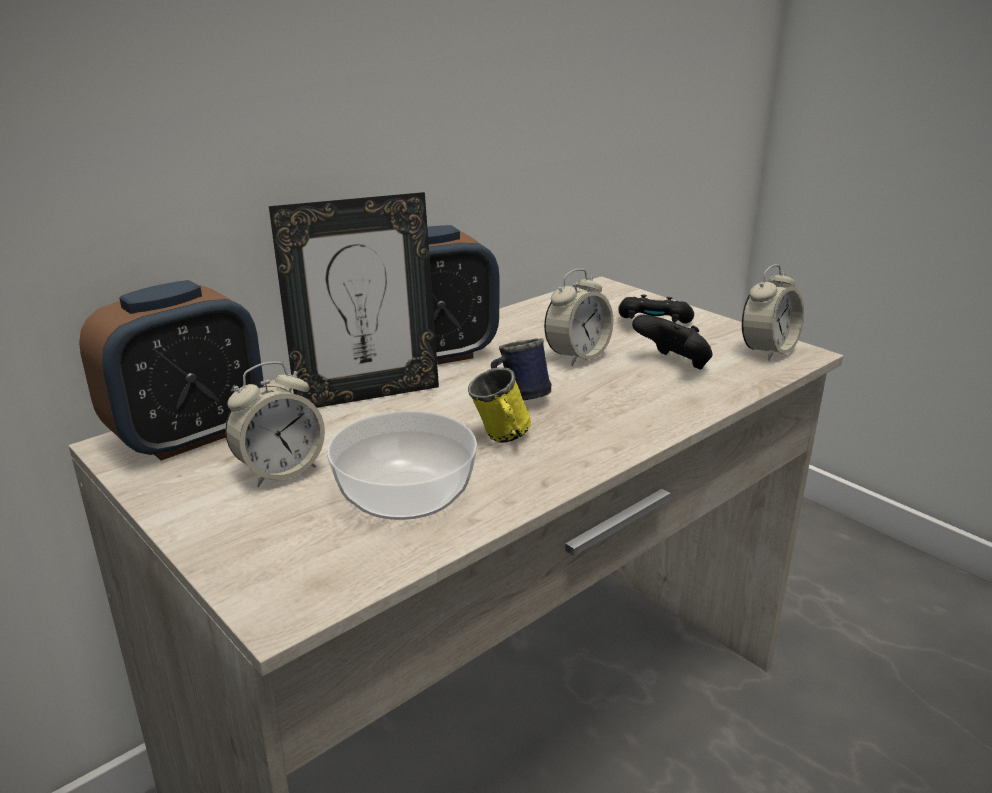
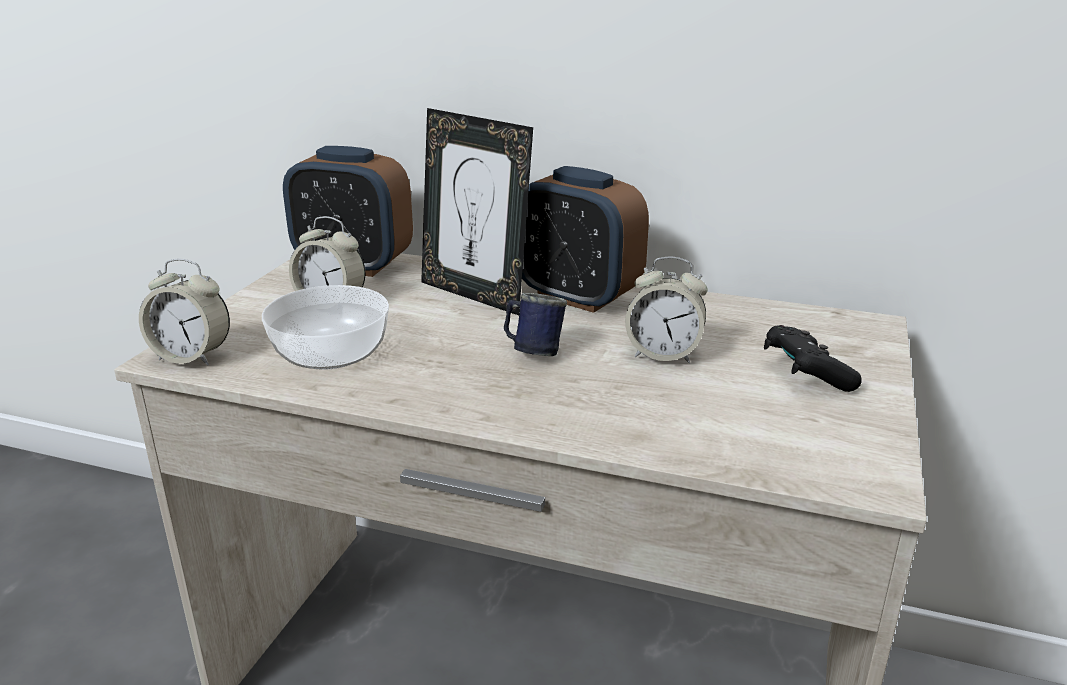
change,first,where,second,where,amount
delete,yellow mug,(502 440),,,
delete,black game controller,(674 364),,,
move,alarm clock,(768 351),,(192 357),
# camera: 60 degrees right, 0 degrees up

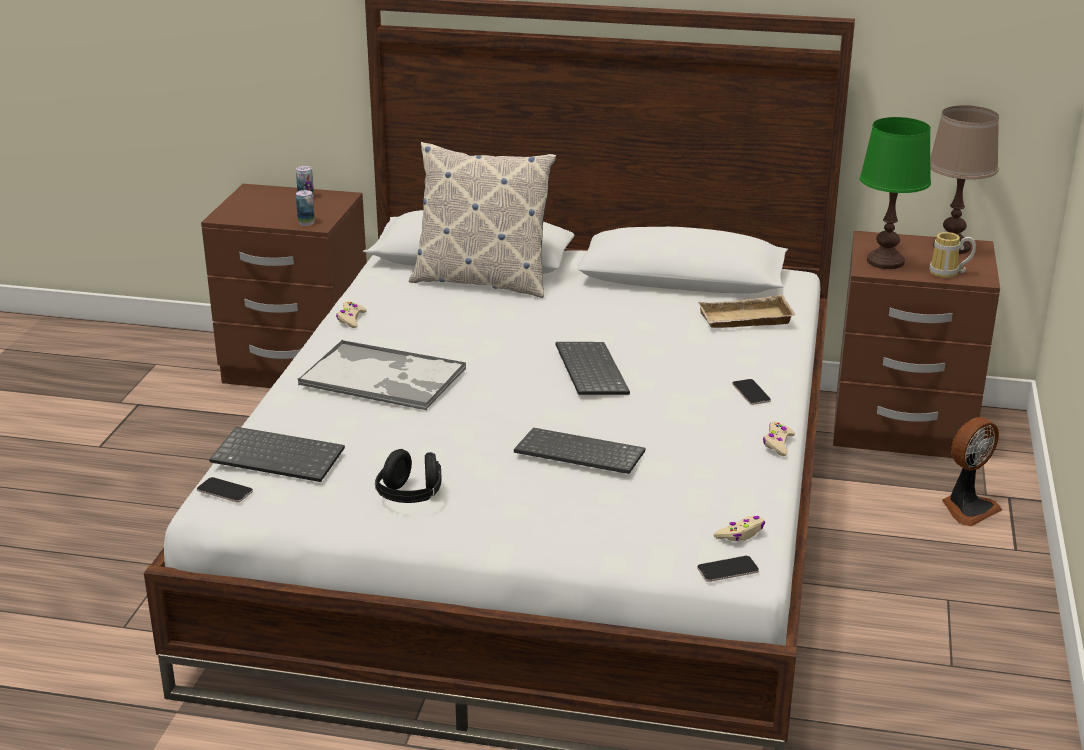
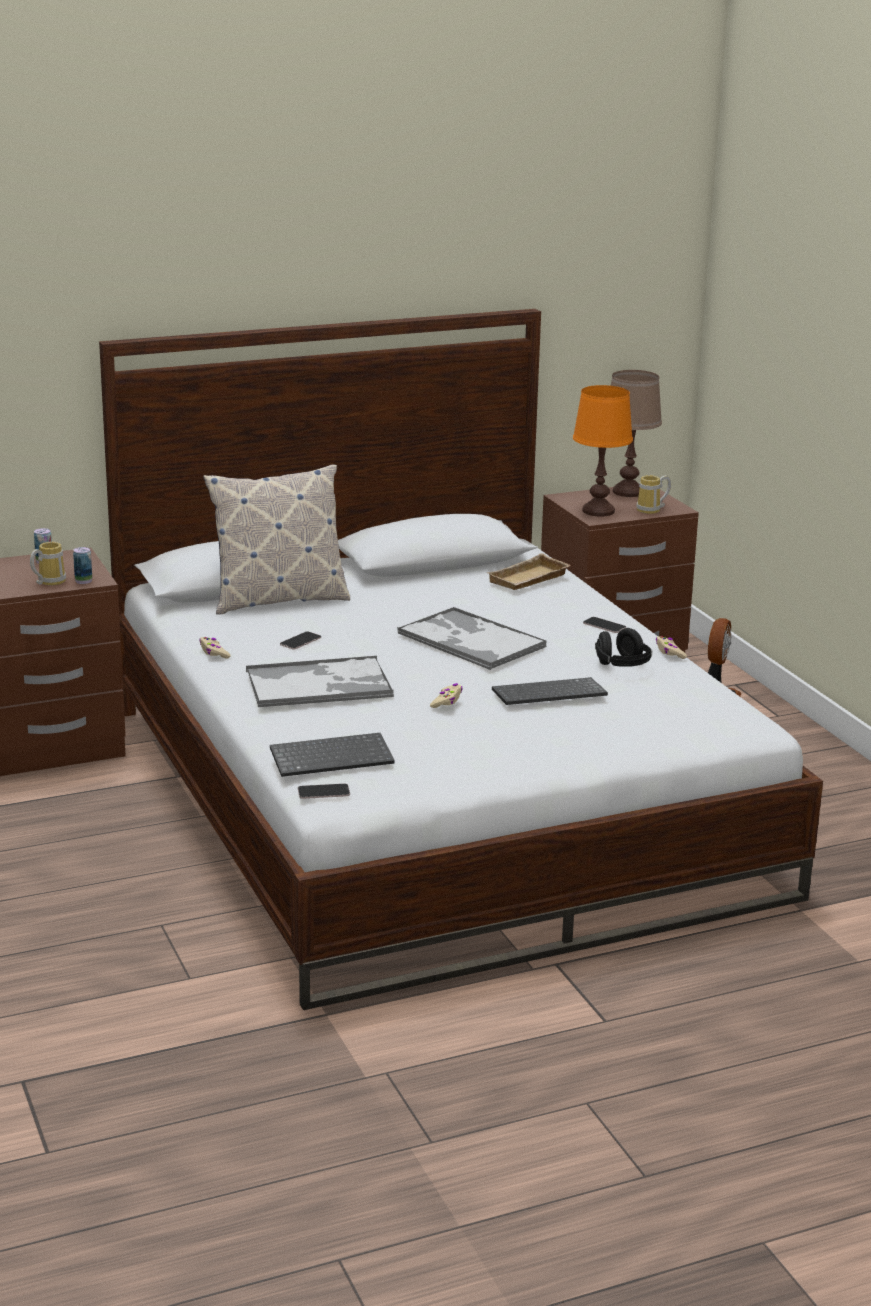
change,first,where,second,where,amount
insert,,,mug,(48 582),
move,black headphones,(410 497),,(622 666),
move,phone,(727 570),,(300 641),
move,beige game controller,(741 534),,(447 701),
replace,keyboard,(589 370),tray,(470 640),
recolor,green table lamp,(885 261),orange table lamp,(598 511),
# camera: 35 degrees left, 5 degrees down

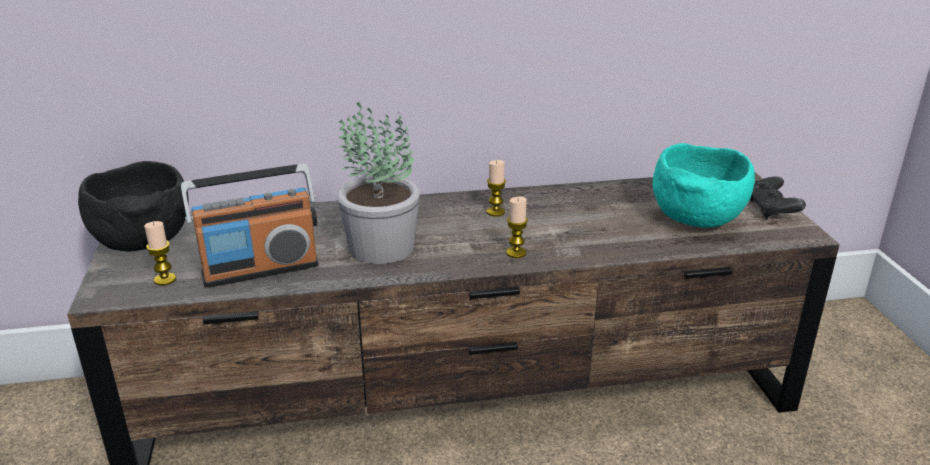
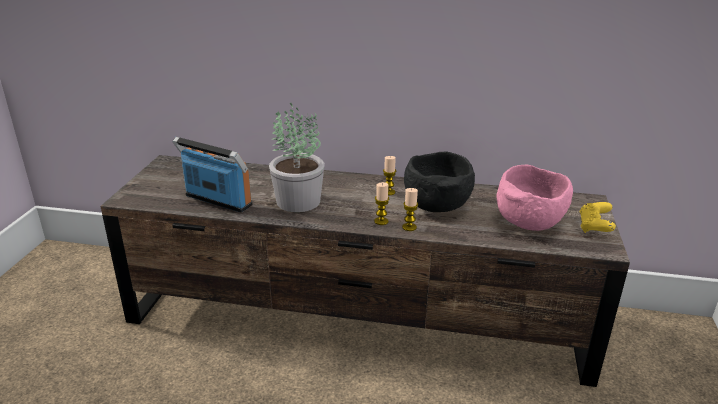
change,first,where,second,where,amount
move,black bowl,(143 241),,(436 206),
move,candle,(165 279),,(409 227),
recolor,turquoise bowl,(696 219),pink bowl,(529 223),
recolor,black game controller,(771 210),yellow game controller,(594 227),
rotate,radio,(260 269),,(217 201),150 degrees counterclockwise
# camera: 20 degrees right, 0 degrees up

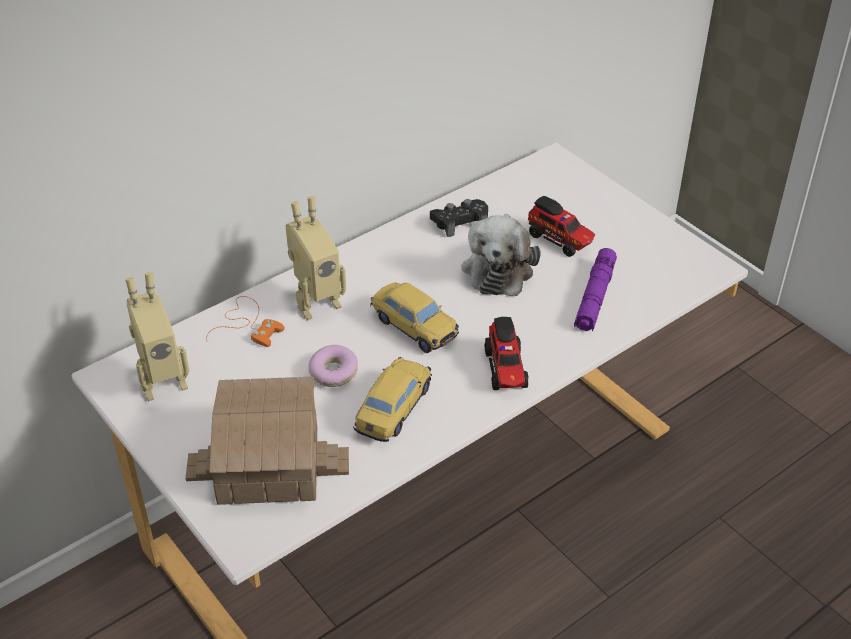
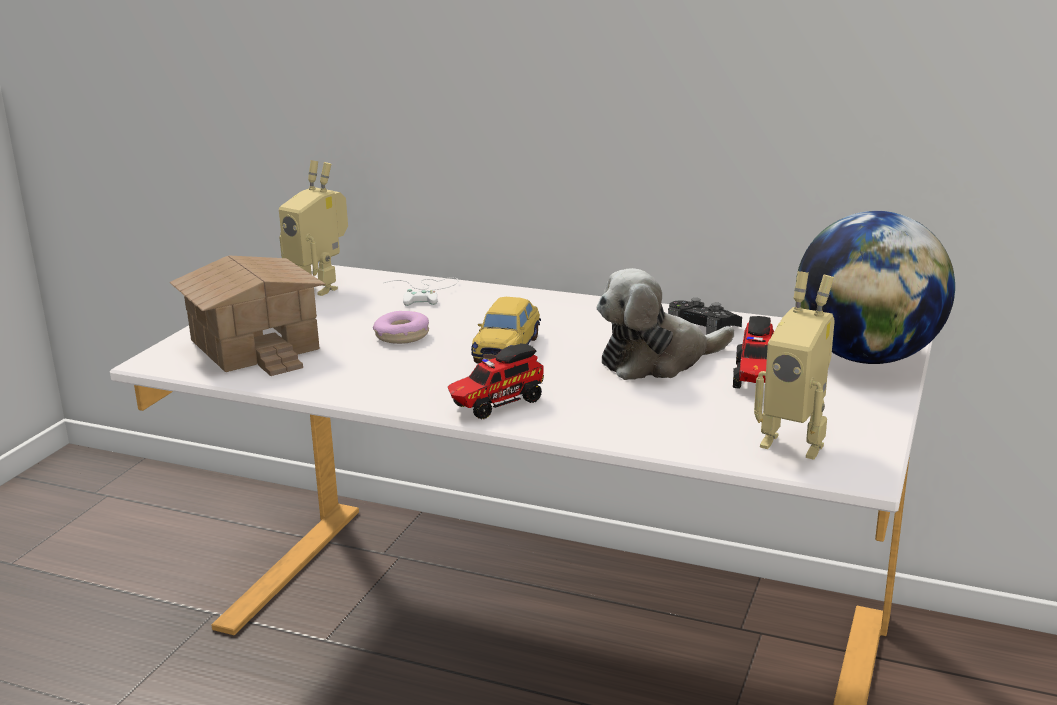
change,first,where,second,where,amount
delete,toy car,(393 409),,,
delete,purple flashlight,(594 297),,,
insert,,,globe,(866 357),
move,toy robot,(316 302),,(795 442),
recolor,orange game controller,(248 324),white game controller,(426 292),
# camera: 60 degrees right, 20 degrees down

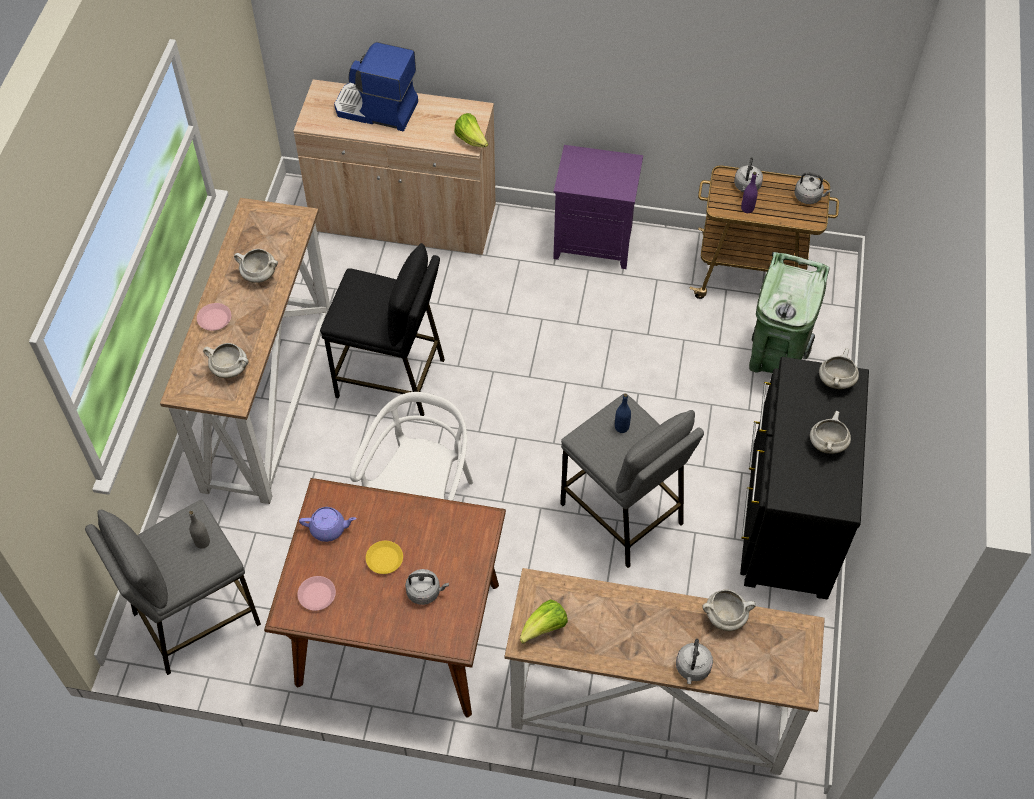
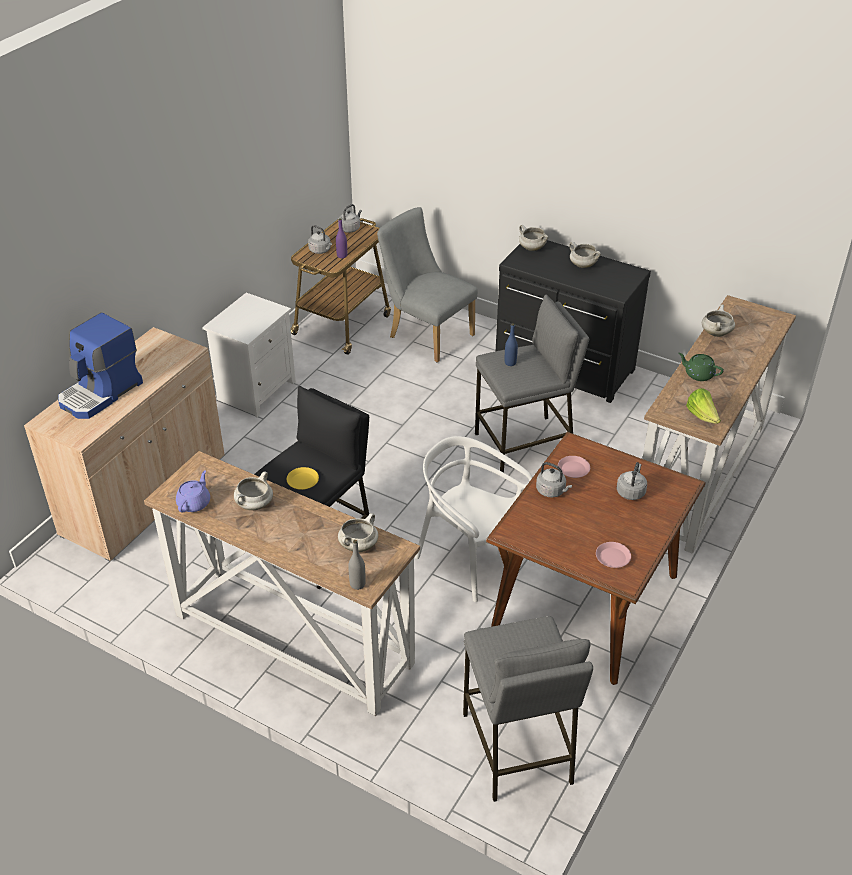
change,first,where,second,where,amount
delete,lettuce,(471 140),,,
insert,,,green teapot,(698 374),
move,grey bottle,(202 542),,(357 584),
move,pink plate,(214 319),,(573 469),
move,purple teapot,(329 529),,(194 503),
move,yellow plate,(384 559),,(302 481),
move,grey kettle,(692 669),,(552 491),
replace,green trash can,(776 359),grey chair,(426 334),
recolor,purple nightstand,(595 241),white nightstand,(256 390),
# camera: 70 degrees left, 15 degrees down

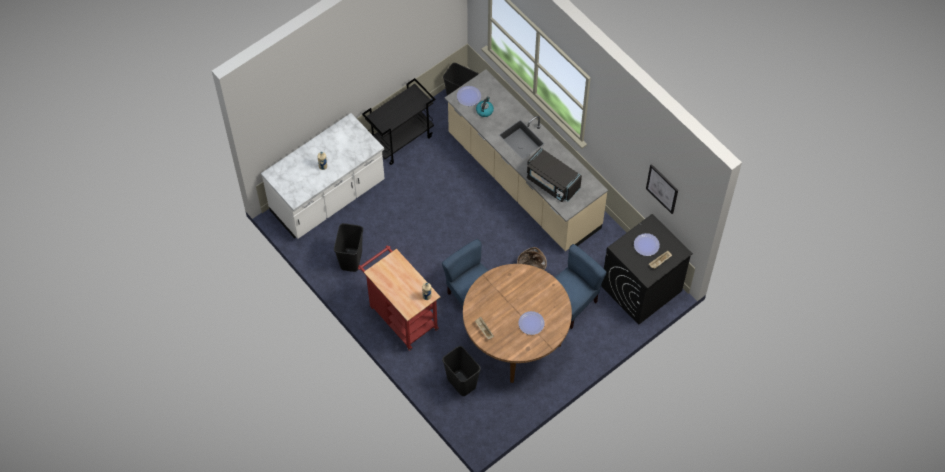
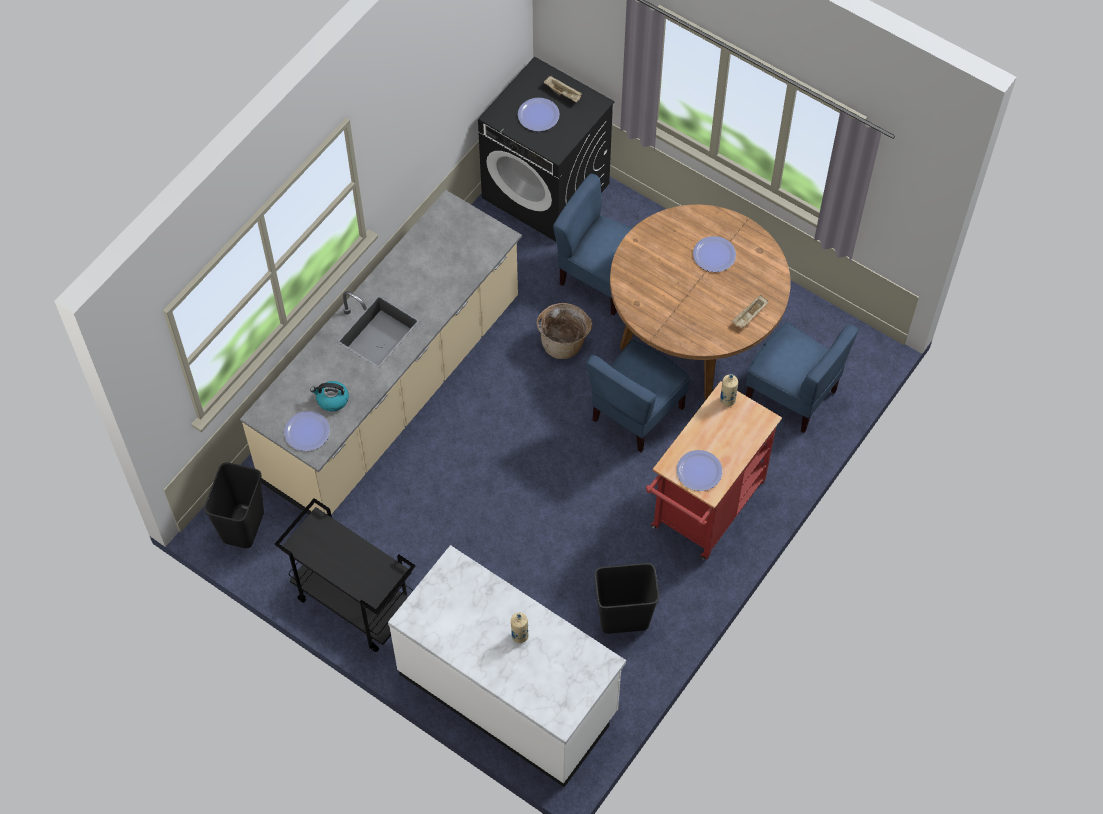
change,first,where,second,where,amount
delete,black microwave,(552 182),,,
delete,picture,(662 188),,,
insert,,,plate,(699 471),
replace,black trash can,(461 383),blue chair,(792 395),
# camera: 105 degrees left, 0 degrees up

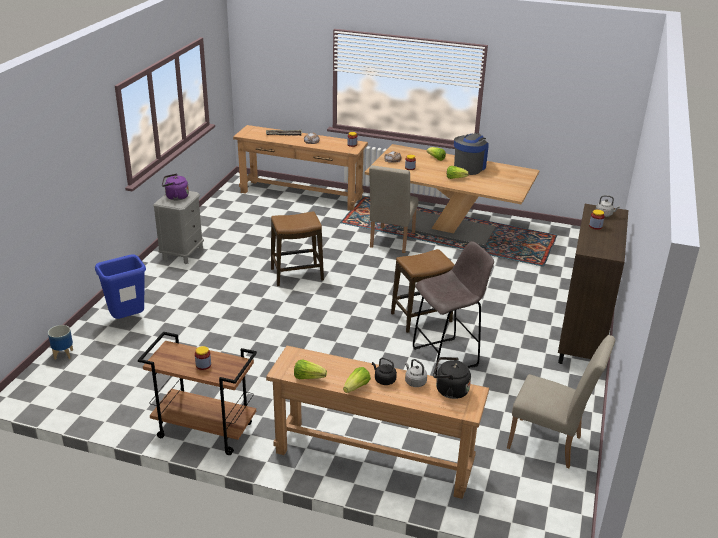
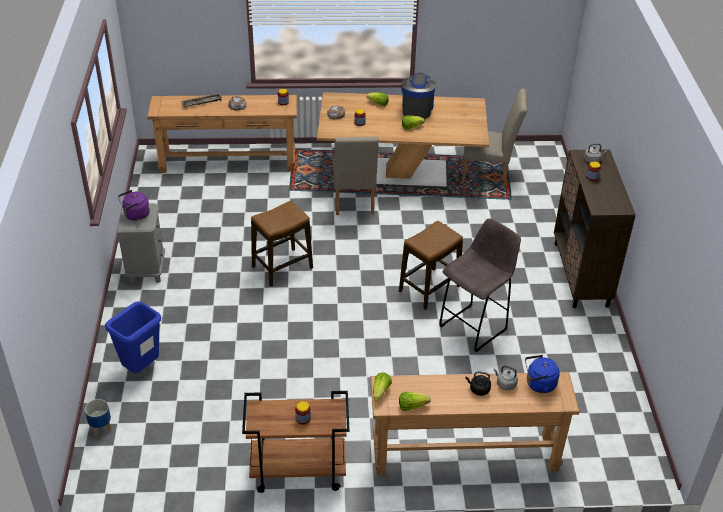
change,first,where,second,where,amount
move,lettuce,(356 387),,(380 391),
move,beige chair,(550 444),,(488 175),
recolor,black kettle,(449 390),blue kettle,(539 384),
# camera: 20 degrees left, 10 degrees up

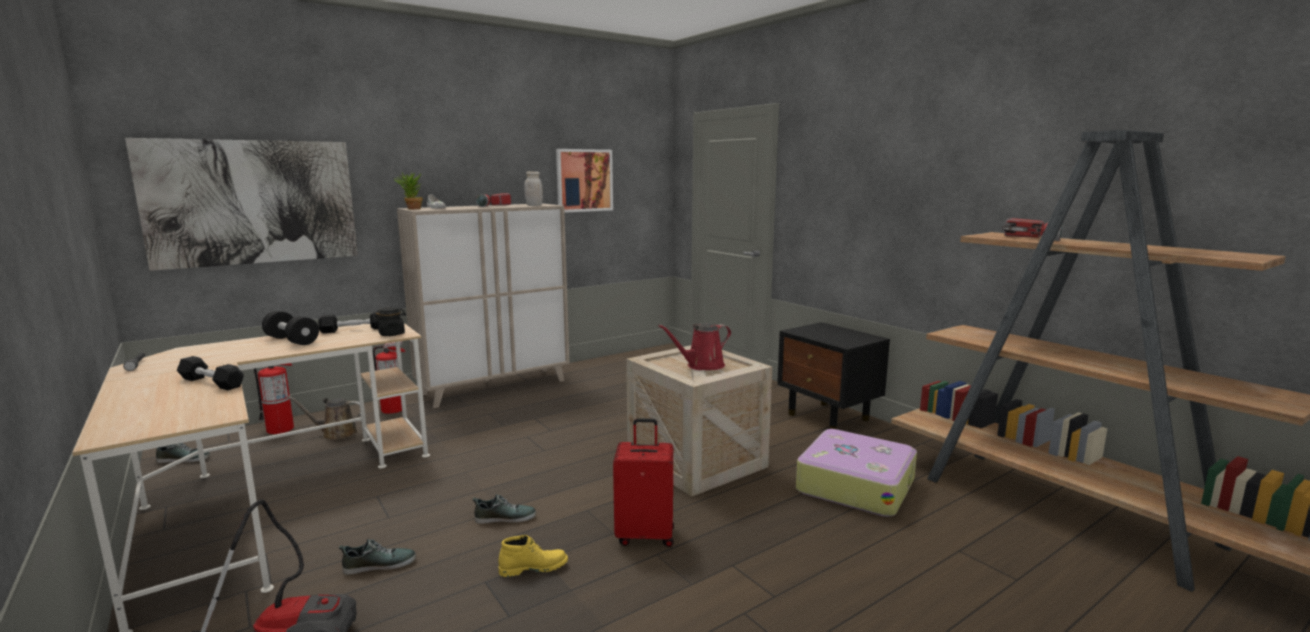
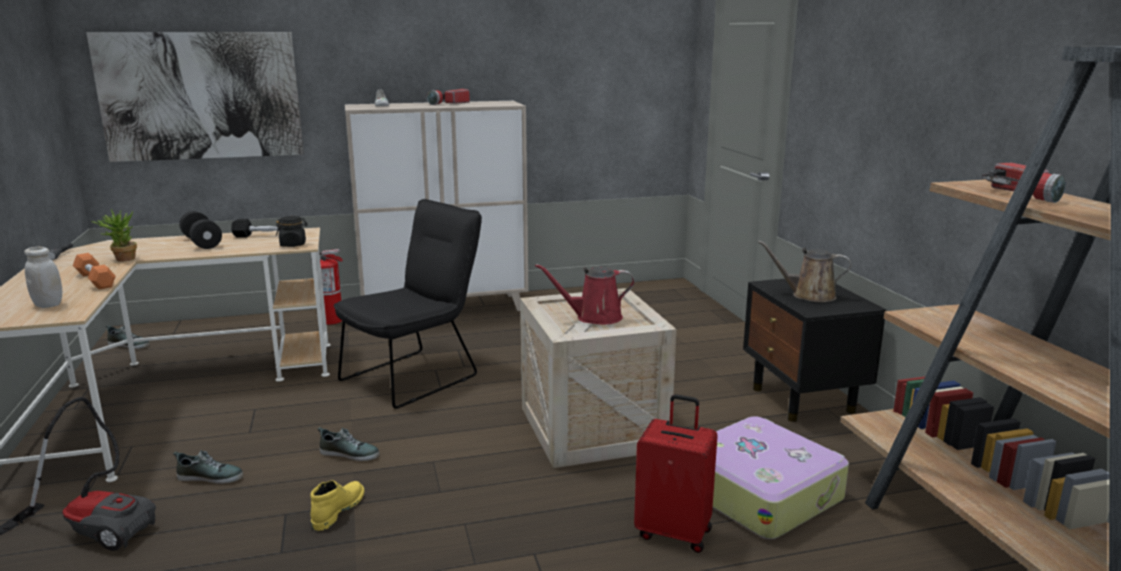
change,first,where,second,where,amount
delete,fire extinguisher,(280 429),,,
delete,picture,(584 180),,,
insert,,,black chair,(416 375),
move,brown watering can,(336 434),,(809 295),
move,potted plant,(411 209),,(121 259),
move,white jar,(534 205),,(48 305),
move,red suitcase,(645 535),,(674 532),
recolor,black dumbbell,(211 383),orange dumbbell,(95 280),
rotate,yellow boot,(534 568),,(337 510),75 degrees counterclockwise
# camera: 20 degrees right, 5 degrees up

